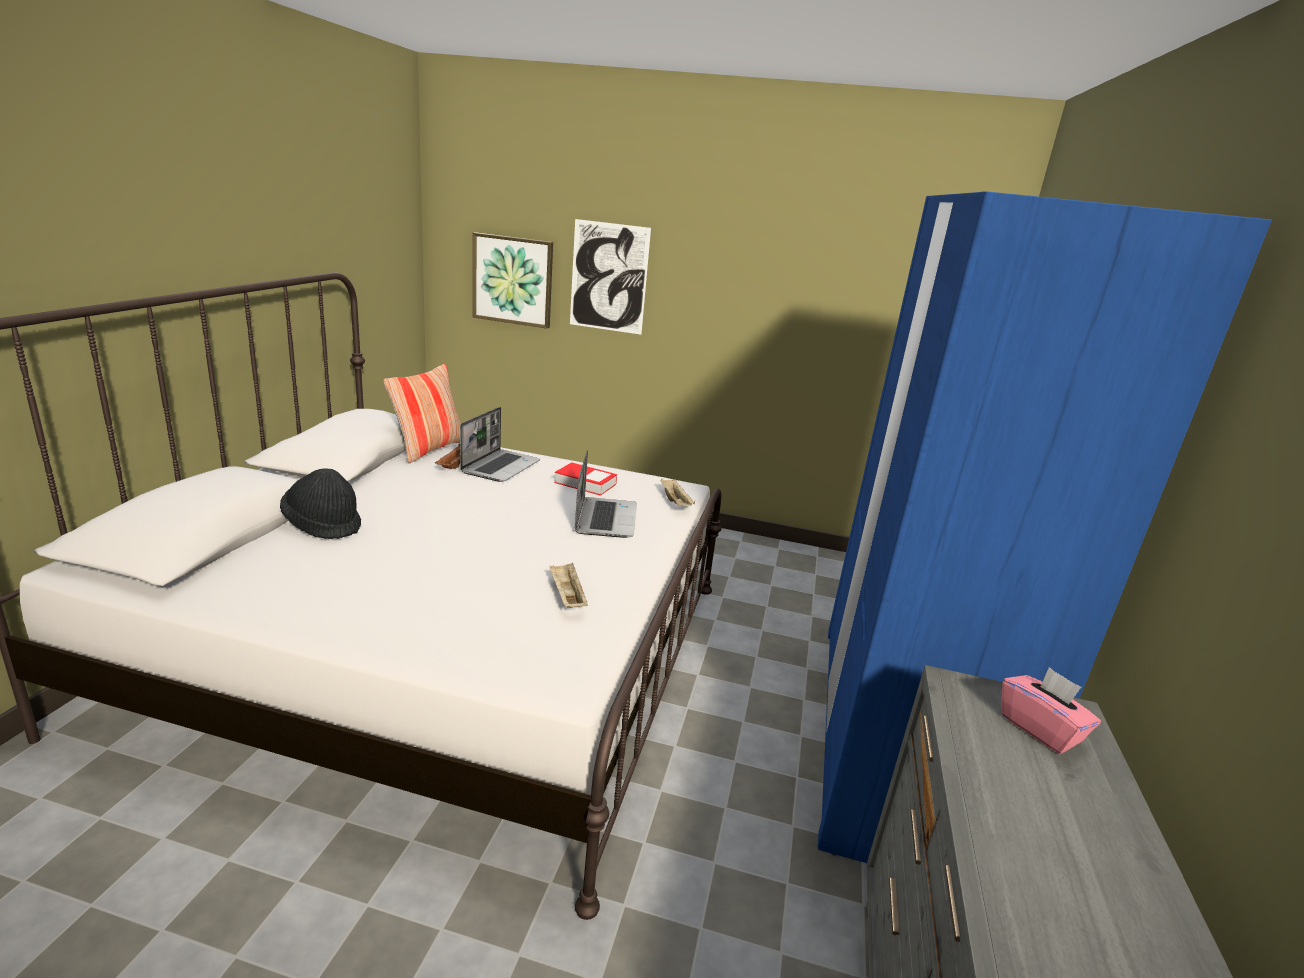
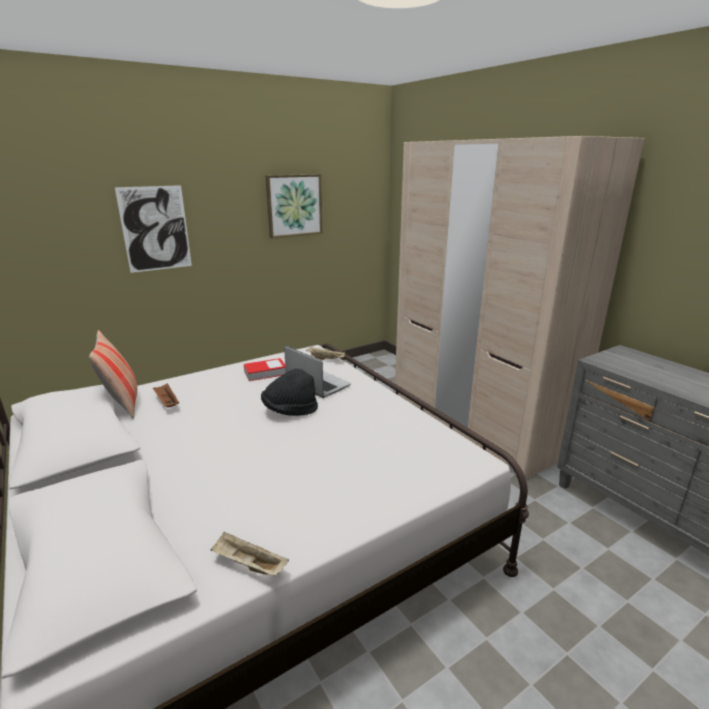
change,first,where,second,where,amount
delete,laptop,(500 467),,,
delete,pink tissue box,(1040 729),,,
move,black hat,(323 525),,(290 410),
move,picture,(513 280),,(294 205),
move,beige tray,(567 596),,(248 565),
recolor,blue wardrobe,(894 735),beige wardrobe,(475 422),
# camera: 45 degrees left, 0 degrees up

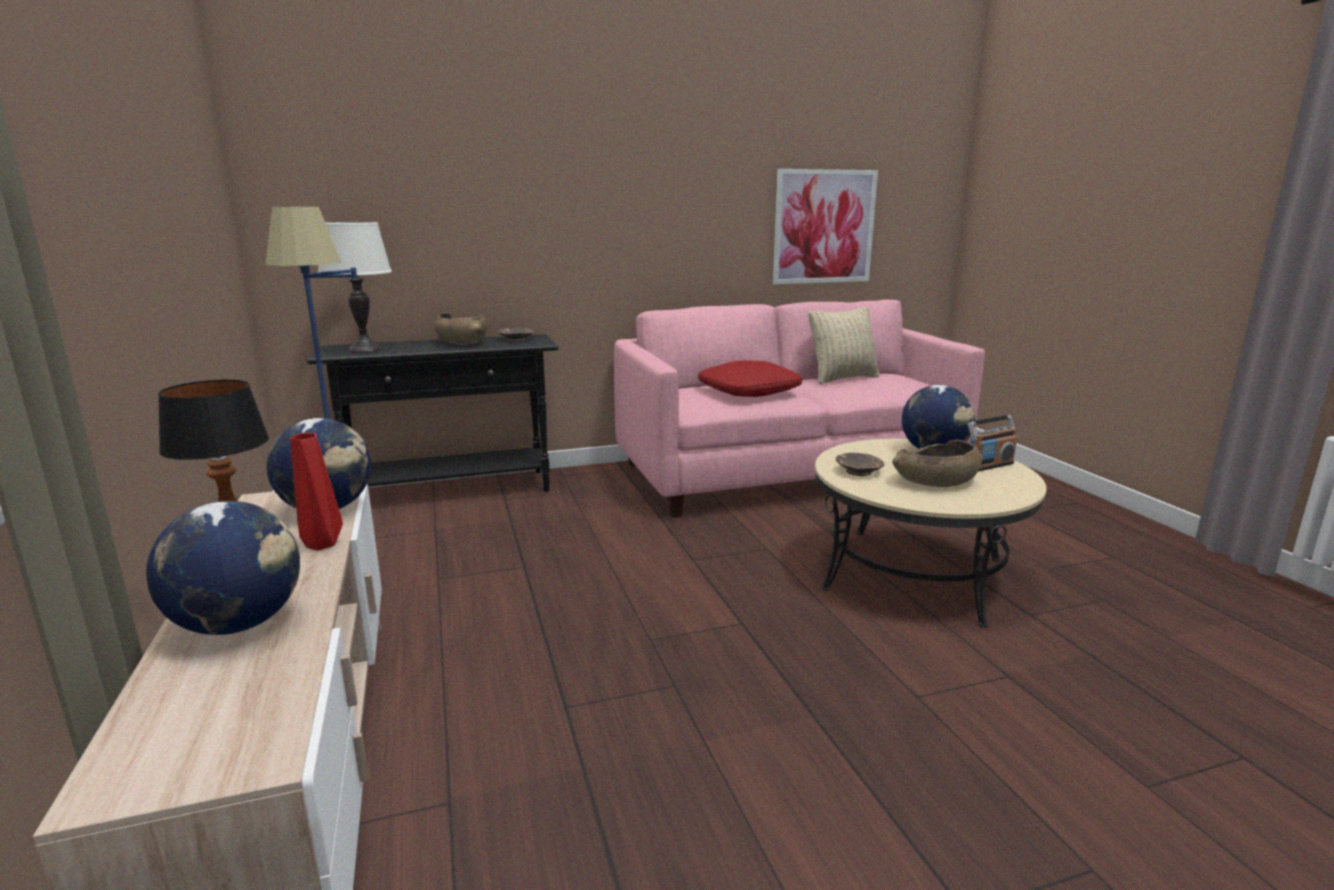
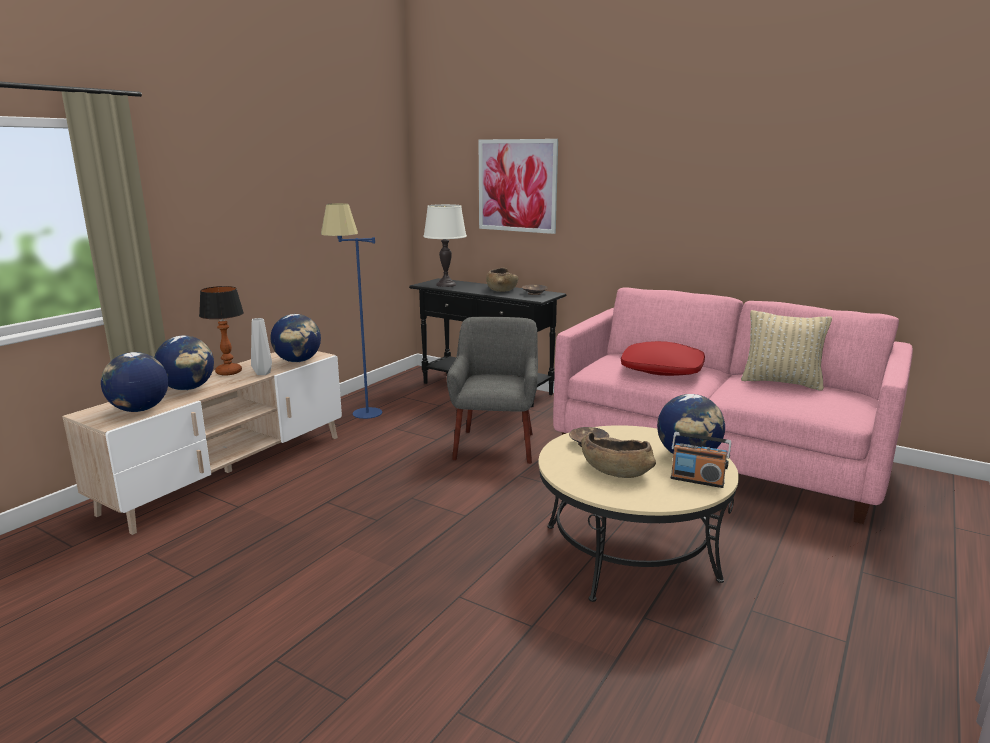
change,first,where,second,where,amount
insert,,,globe,(139 410),
insert,,,grey armchair,(495 445),
move,picture,(824 227),,(517 185),
recolor,red vase,(323 544),grey vase,(264 373),
# camera: 50 degrees right, 0 degrees up

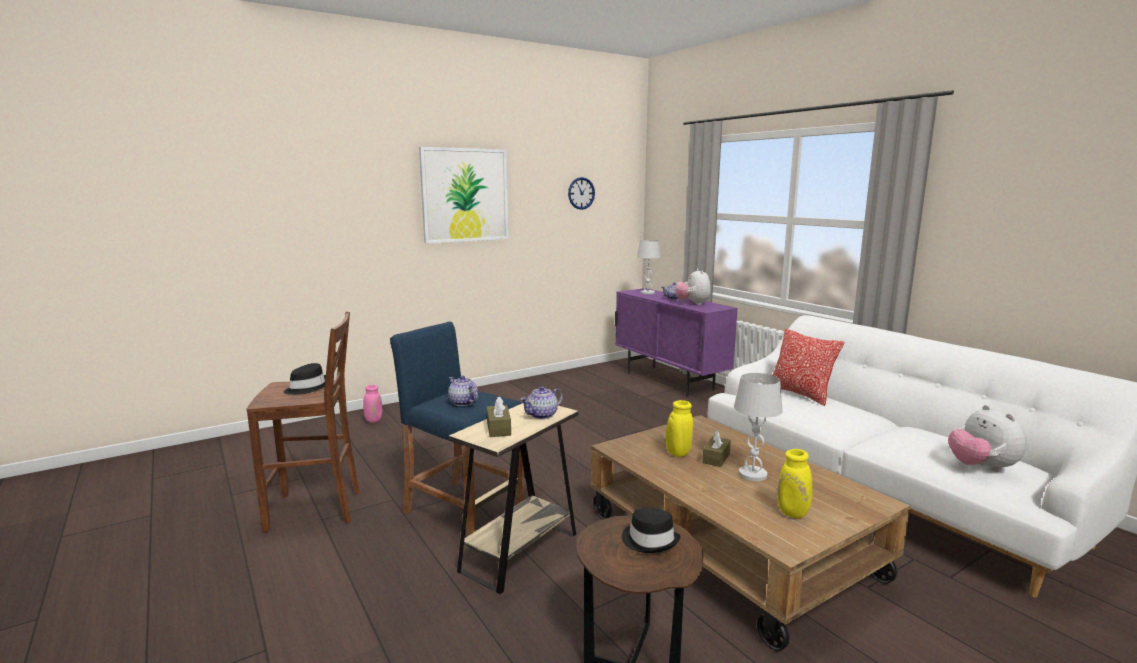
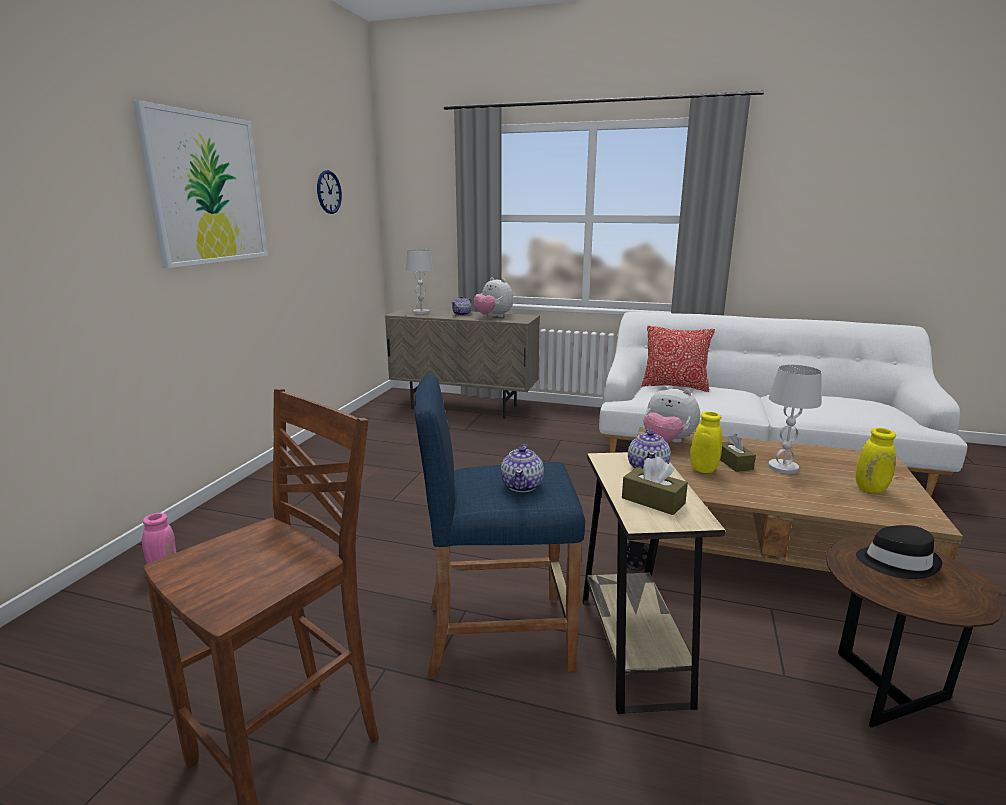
change,first,where,second,where,amount
delete,black hat,(307 387),,,
move,plush toy,(981 467),,(667 442),
recolor,purple cabinet,(669 381),beige cabinet,(464 407),
rotate,teapot,(463 403),,(522 485),90 degrees counterclockwise
# camera: 40 degrees left, 5 degrees up

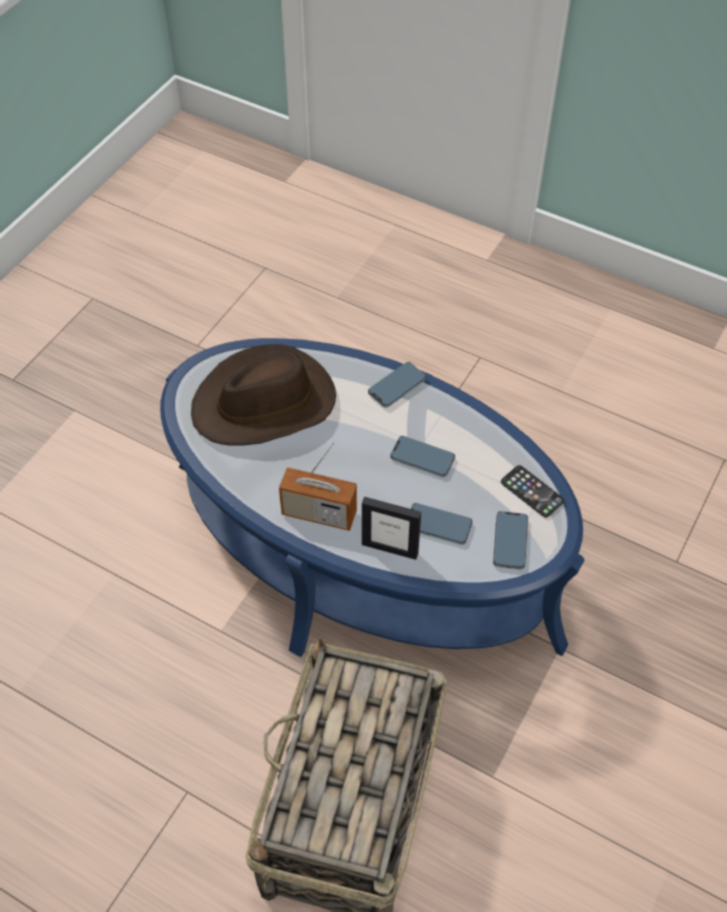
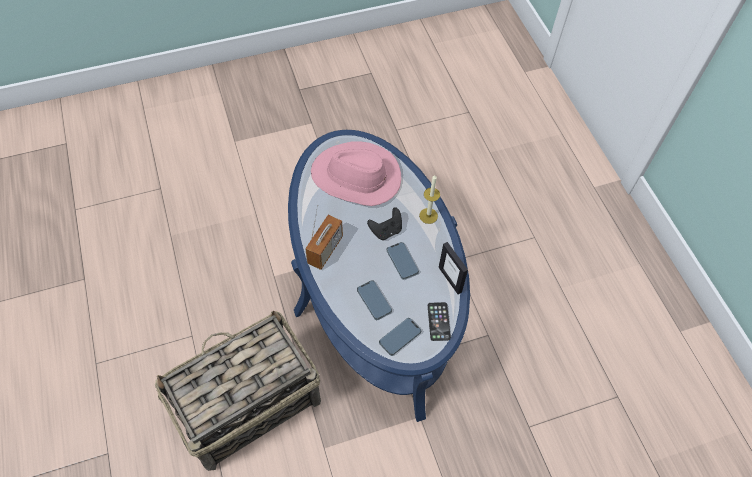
change,first,where,second,where,amount
insert,,,black game controller,(386 230),
move,picture frame,(390 548),,(450 279),
replace,phone,(397 386),candle,(428 216),
recolor,brown hat,(265 403),pink hat,(356 177),
rotate,radio,(319 513),,(325 250),120 degrees counterclockwise
# camera: 40 degrees right, 5 degrees up

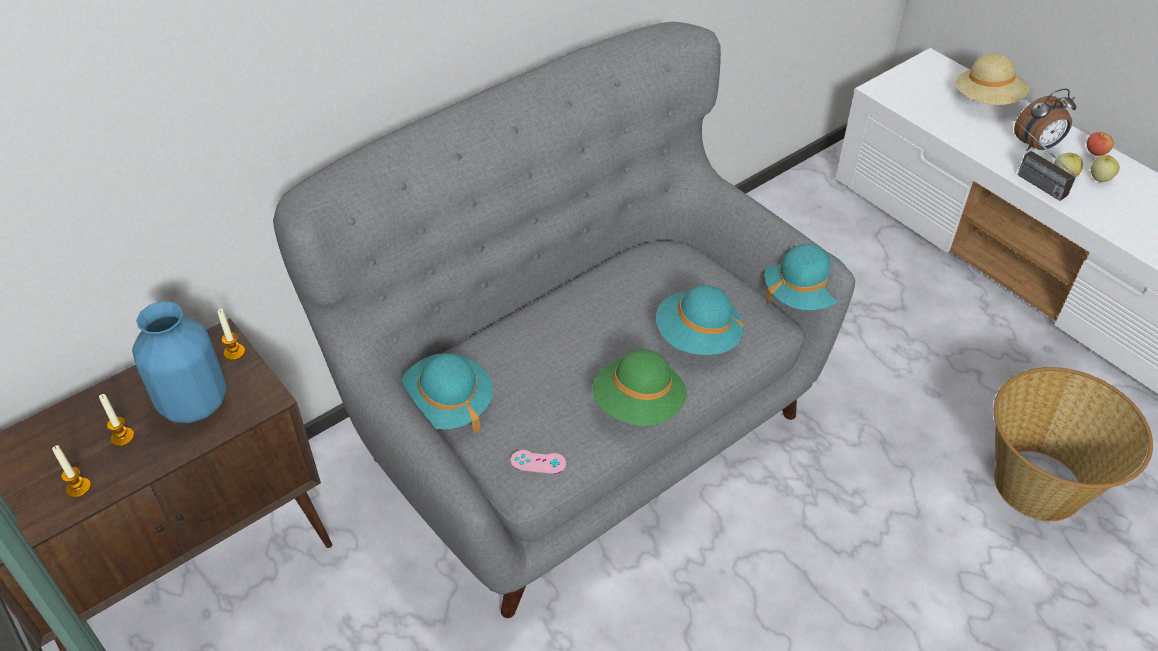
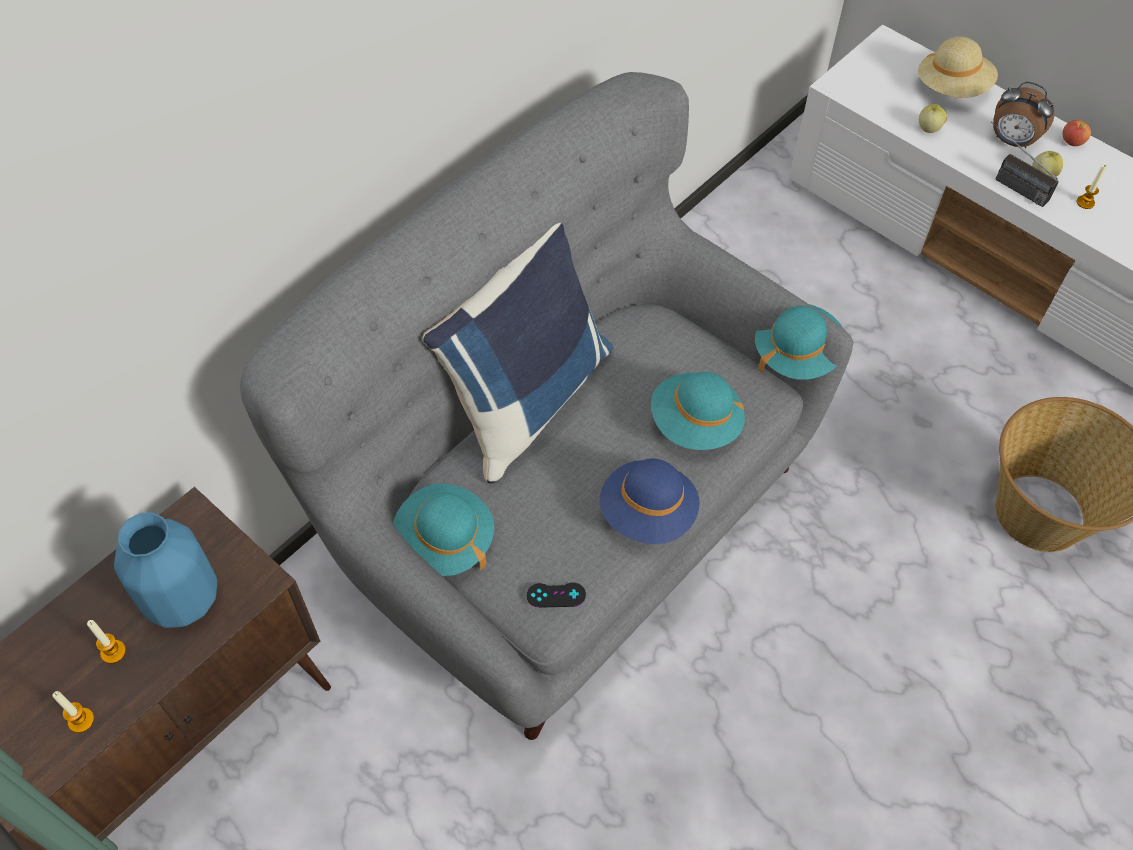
change,first,where,second,where,amount
insert,,,blue pillow,(526 398),
move,candle,(234 352),,(1085 202),
move,apple,(1099 178),,(928 128),
recolor,pink game controller,(538 462),black game controller,(556 595),
recolor,green hat,(638 405),blue hat,(648 513),
rotate,alarm clock,(1037 146),,(1011 141),60 degrees clockwise
# camera: 10 degrees left, 10 degrees up

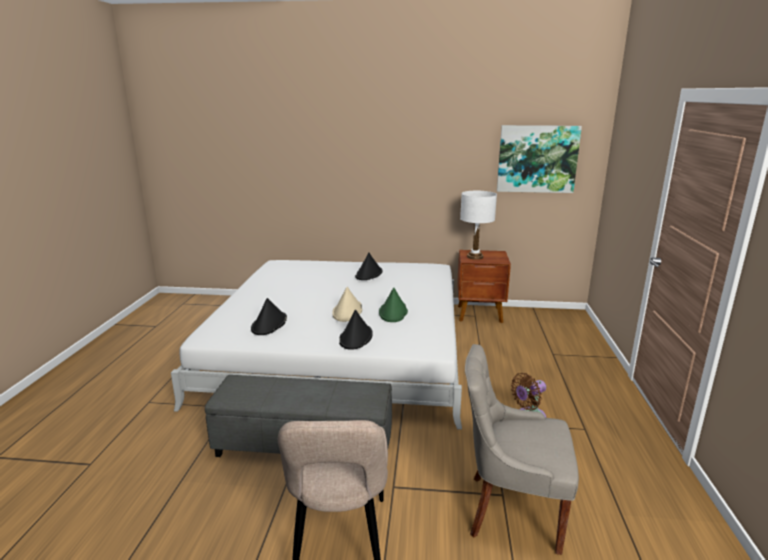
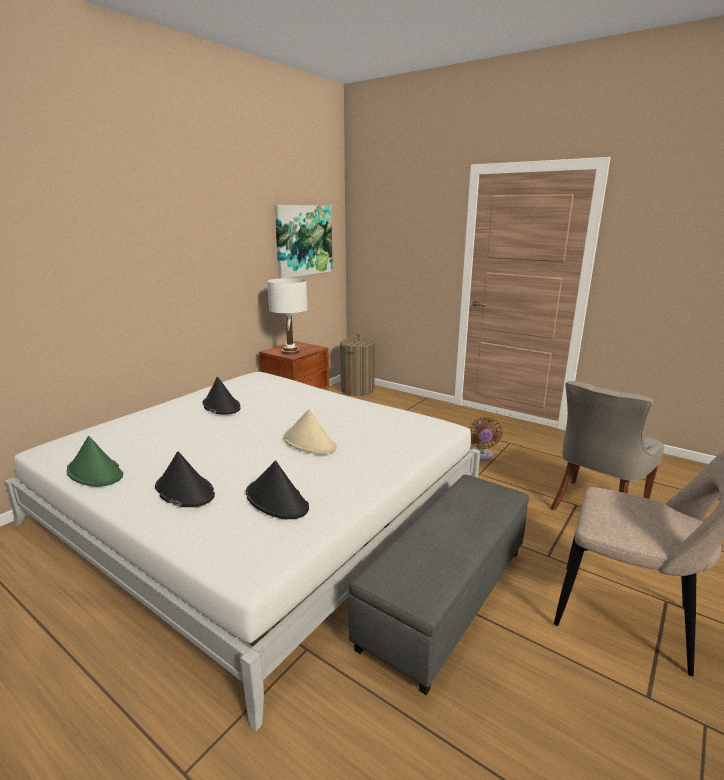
change,first,where,second,where,amount
insert,,,laundry basket,(357 390),
move,black hat,(356 337),,(184 491),
move,green hat,(393 312),,(95 472),
# camera: 60 degrees left, 0 degrees up

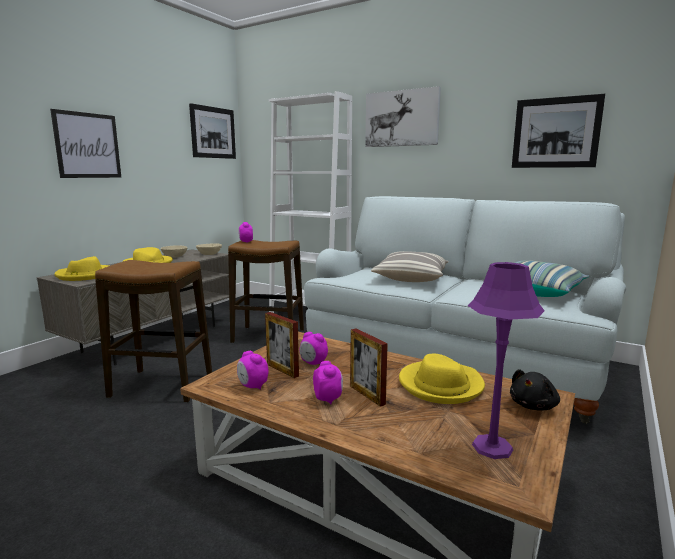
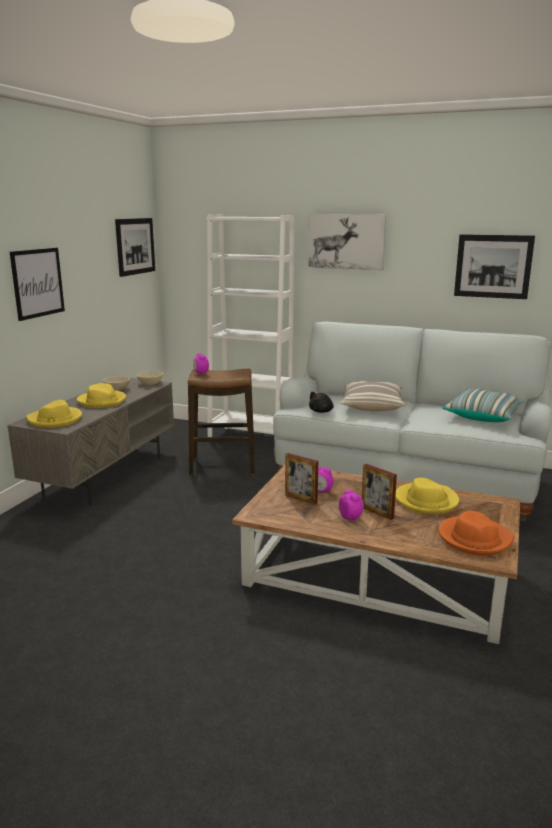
change,first,where,second,where,amount
delete,stool,(162 386),,,
delete,alarm clock,(252 386),,,
move,black plush toy,(534 406),,(321 411),
replace,purple table lamp,(492 447),orange hat,(474 538),
# camera: 10 degrees left, 5 degrees up

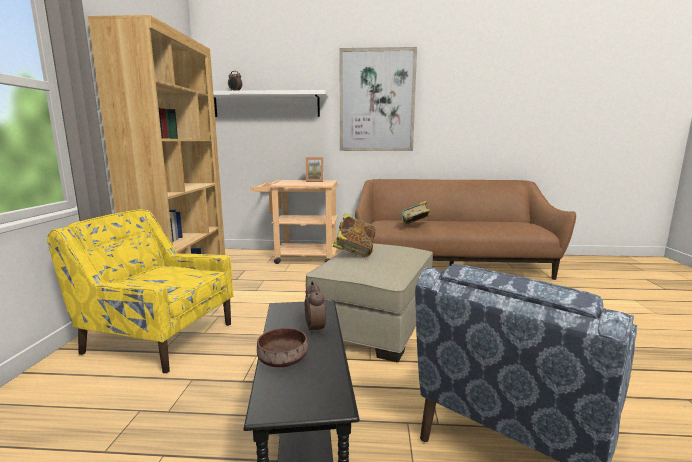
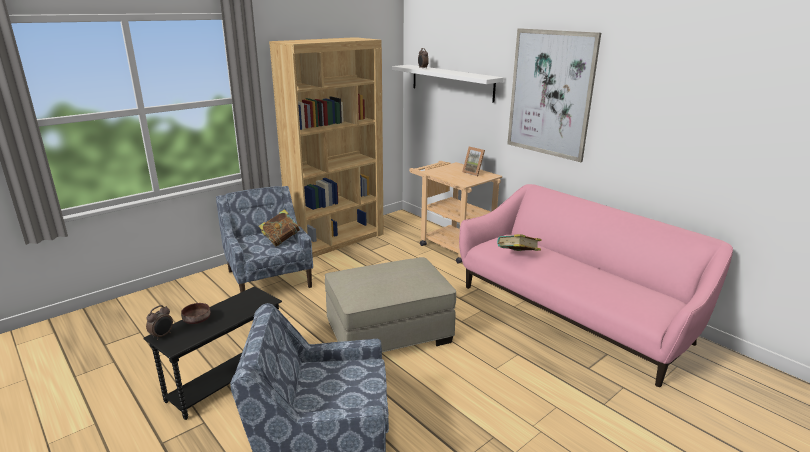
change,first,where,second,where,amount
move,alarm clock,(316 329),,(162 335),
move,book,(354 252),,(281 240),
recolor,yellow armchair,(158 338),blue armchair,(269 278),
recolor,brown sofa,(450 265),pink sofa,(574 313),
# camera: 45 degrees right, 10 degrees up

